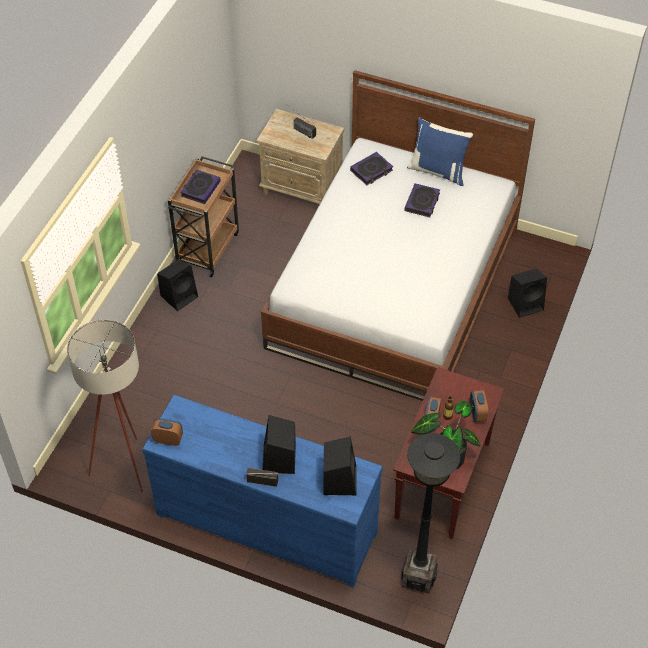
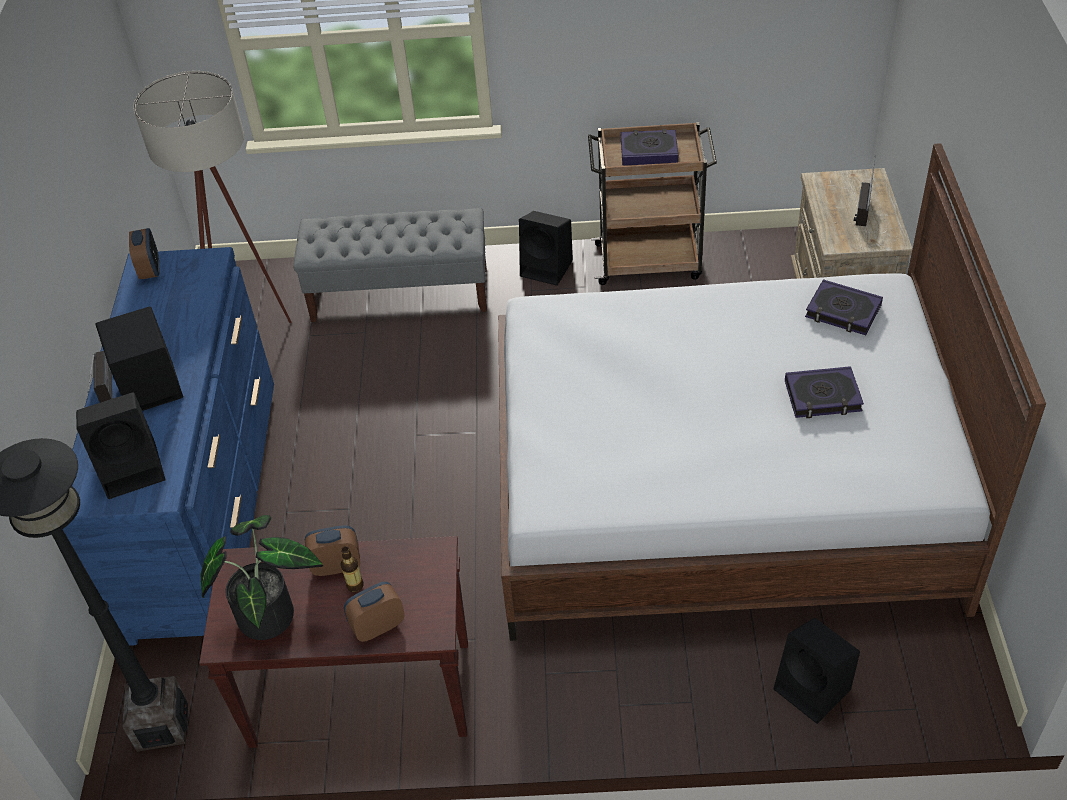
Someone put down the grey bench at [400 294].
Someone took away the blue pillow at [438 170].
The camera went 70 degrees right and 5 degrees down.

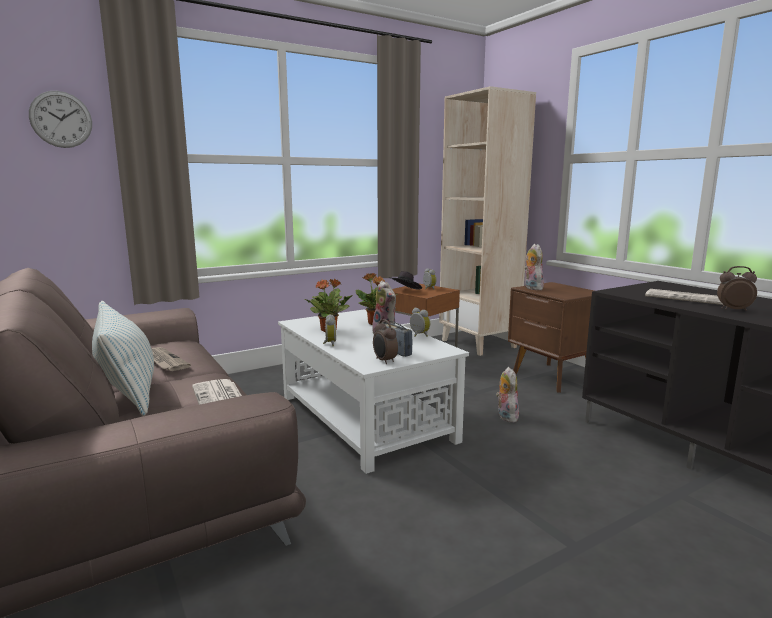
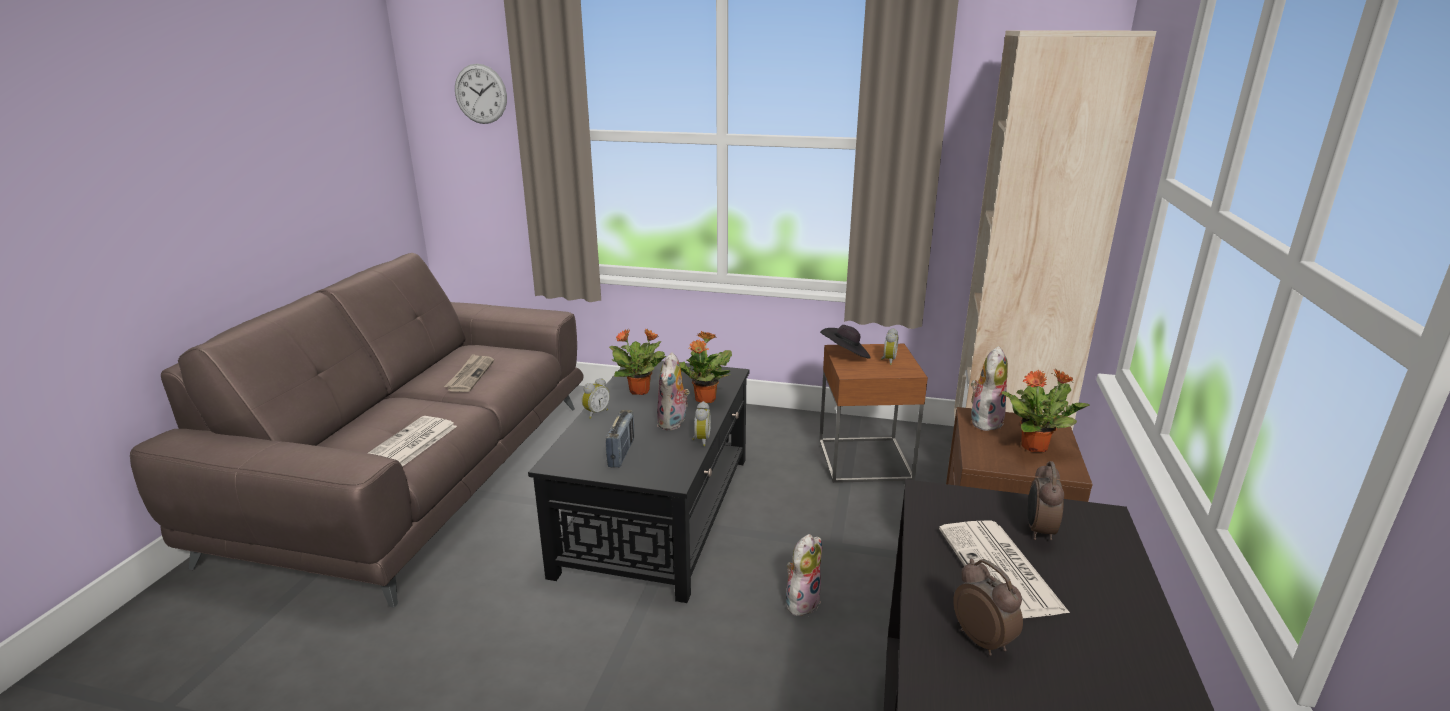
Someone repainted the white coffee table at [364 417], which became the black coffee table at [658 511].
Someone put down the potted plant at [1035 446].
Someone carried the alarm clock from [384 361] to [1038 531].
Someone took away the pillow at [128 389].
The camera went 45 degrees right and 10 degrees up.

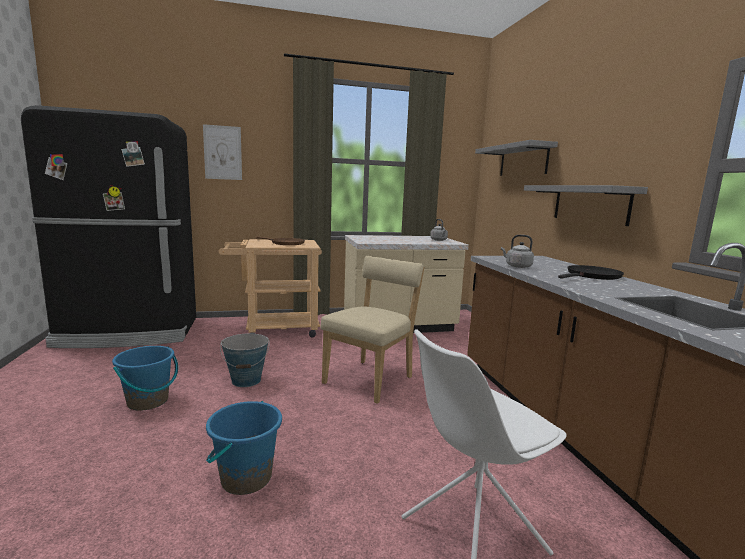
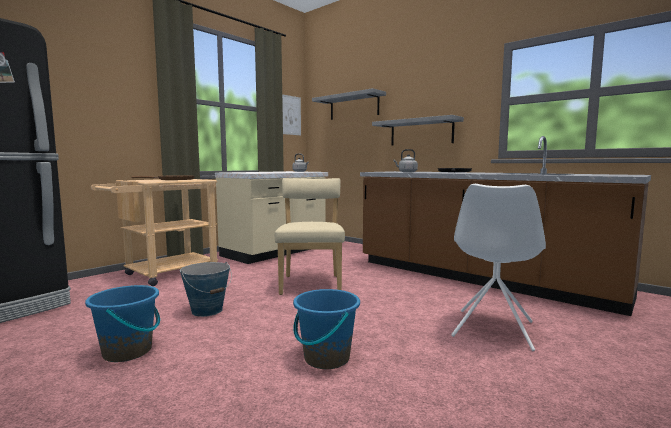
Someone carried the picture from [223 152] to [290 115].
The camera went 35 degrees left and 5 degrees down.

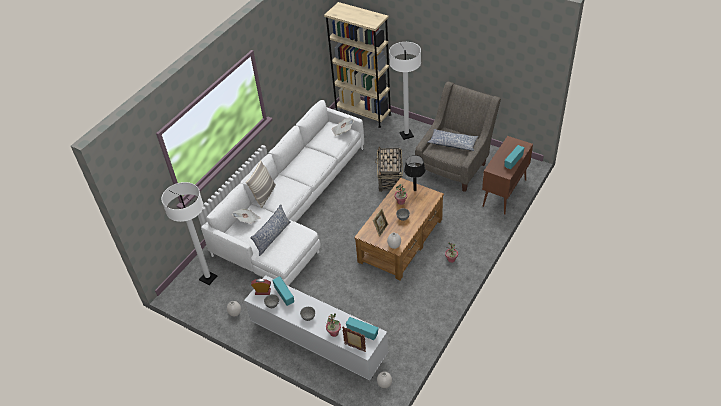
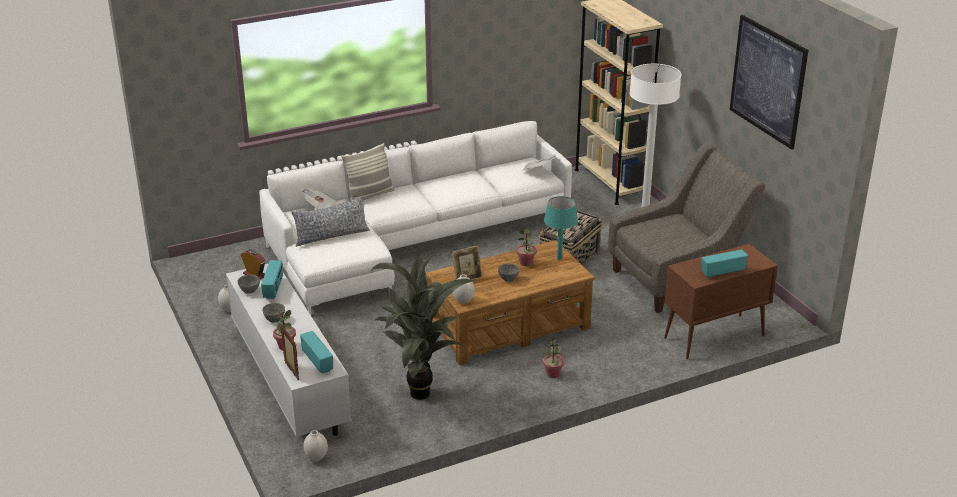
Someone put down the potted plant at [422 396].
Someone repainted the black table lamp at [415 190], which became the turquoise table lamp at [559 258].
Someone put up the picture at [768 81].
Someone took away the white floor lamp at [208 278].
Someone took away the pillow at [452 143].
The camera went 30 degrees right and 15 degrees down.

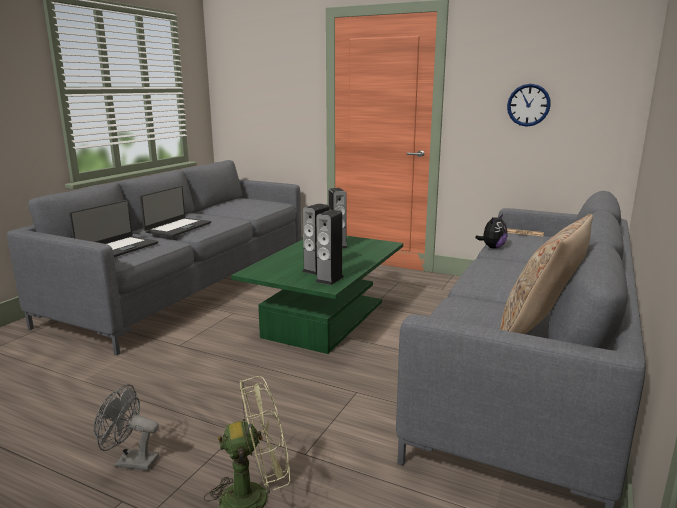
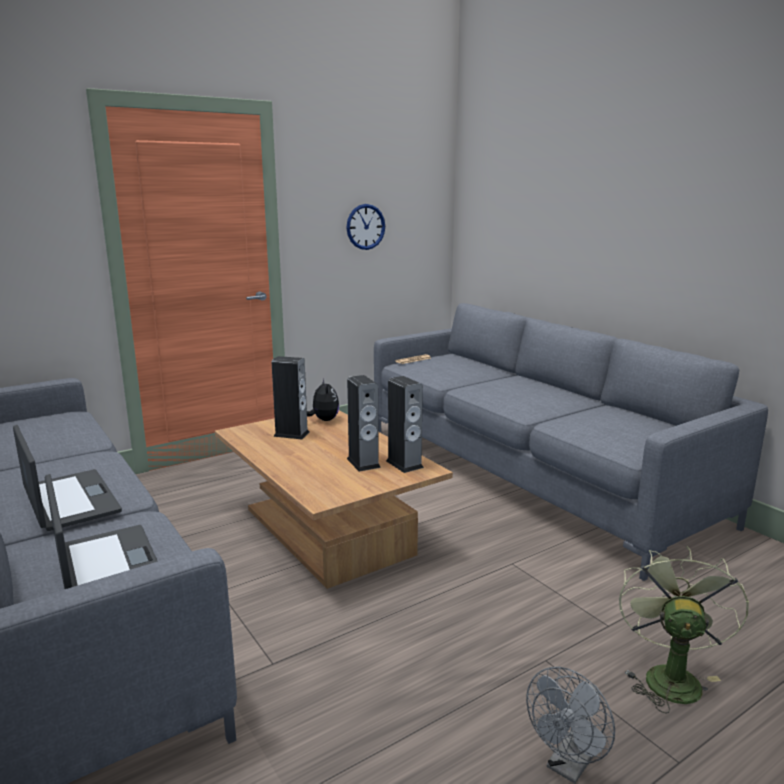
Someone repainted the green coffee table at [325 318], which became the brown coffee table at [327 531].
Someone carried the plush toy from [492 247] to [324 420].
Someone took away the beige pillow at [539 331].
The camera went 60 degrees left and 0 degrees up.

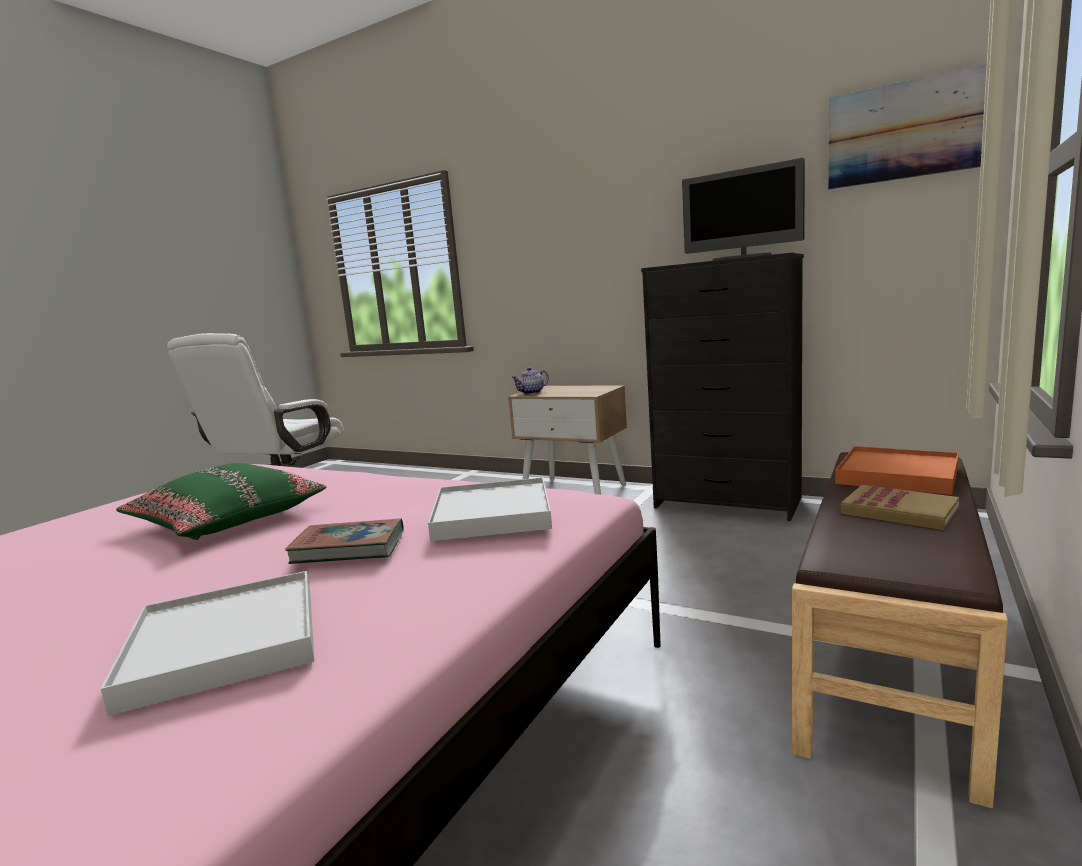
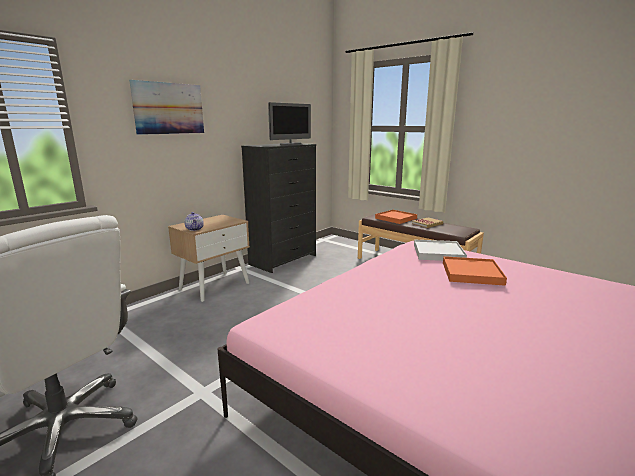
Someone carried the picture from [903 131] to [169 108].
Someone swapped the book at [349 548] for the orange tray at [472 273].
Someone took away the white tray at [226 643].
Someone took away the green pillow at [227 520].
The camera went 80 degrees left and 5 degrees up.

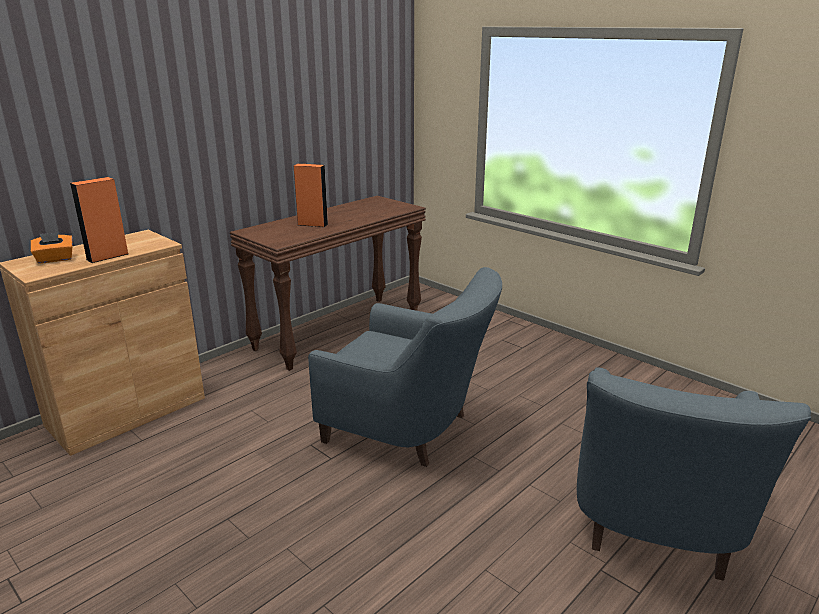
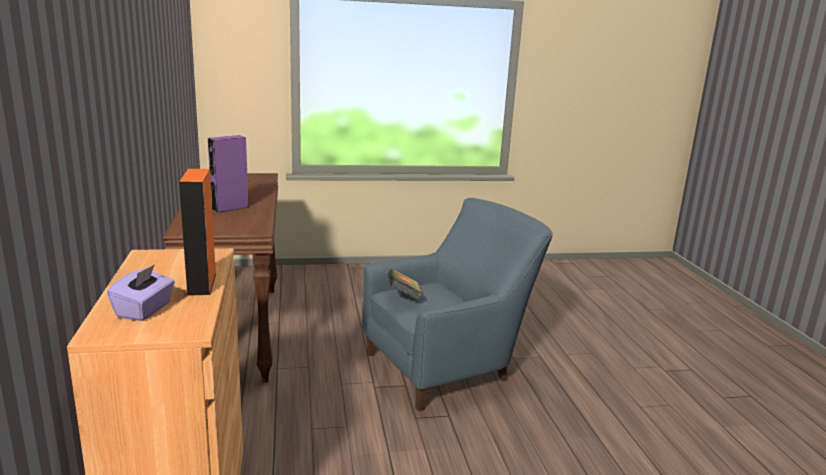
Someone repainted the orange tissue box at [55 259], which became the purple tissue box at [145 310].
Someone repainted the orange speaker at [312 224], which became the purple speaker at [230 208].
Someone put down the book at [403 297].
Someone took away the blue armchair at [655 529].
The camera went 55 degrees left and 5 degrees down.

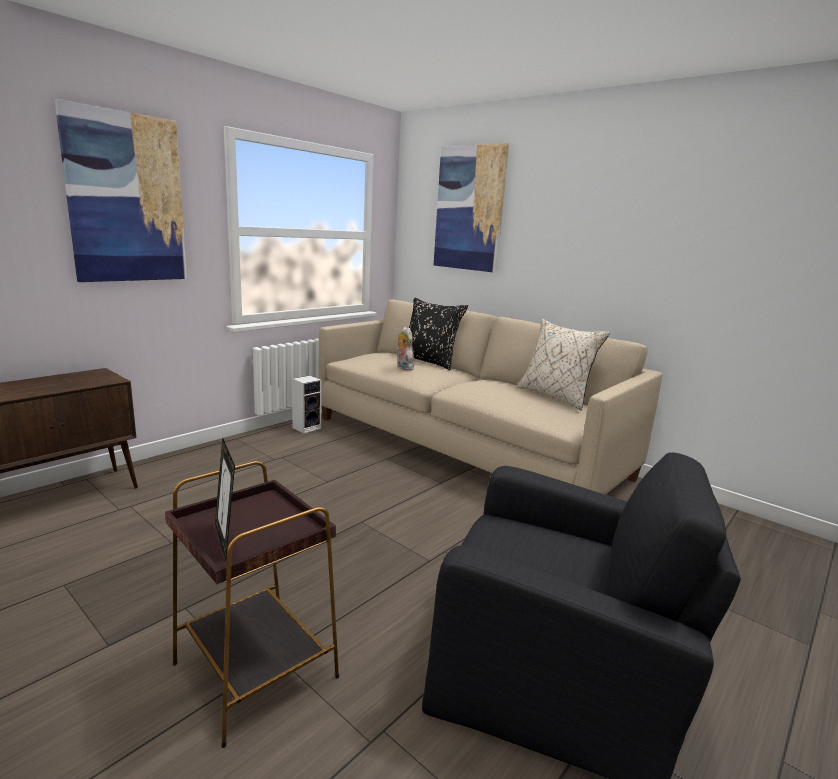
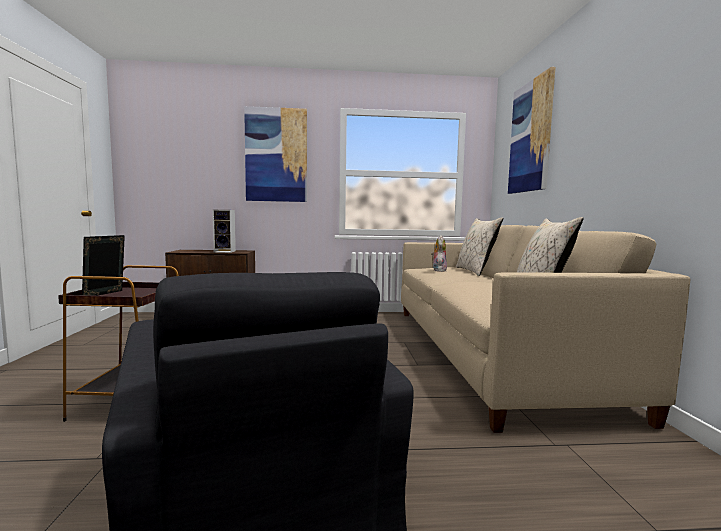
Someone carried the speaker from [307 428] to [225 251].
Someone repainted the black pillow at [429 361], which became the beige pillow at [476 271].
The camera went 45 degrees right and 10 degrees down.

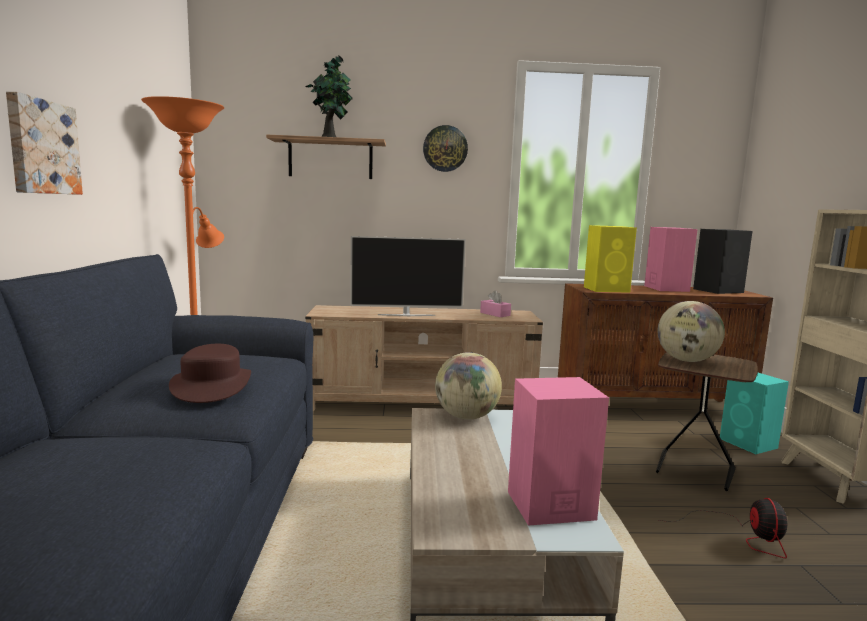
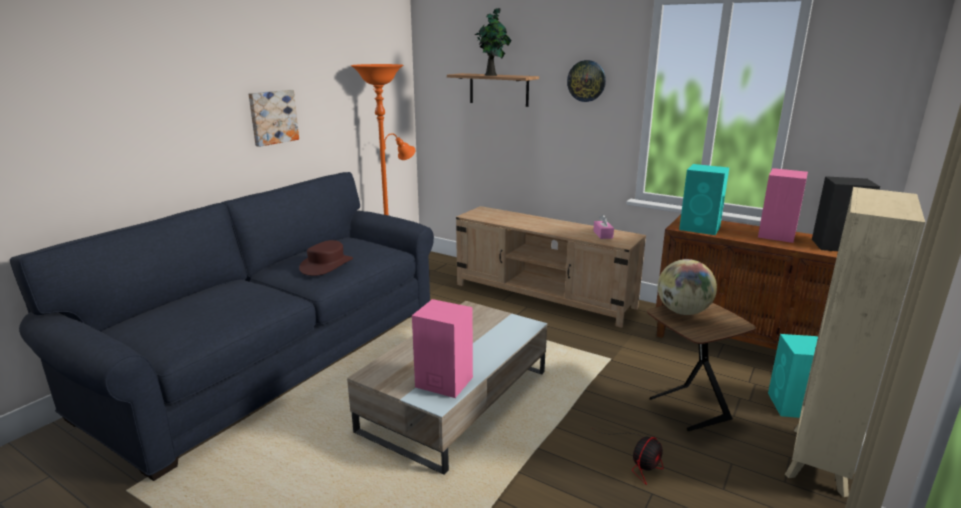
Someone repainted the yellow speaker at [607 289], which became the turquoise speaker at [701 228].
Someone took away the television at [406 315].
Someone took away the globe at [466 417].
The camera went 35 degrees right and 10 degrees up.

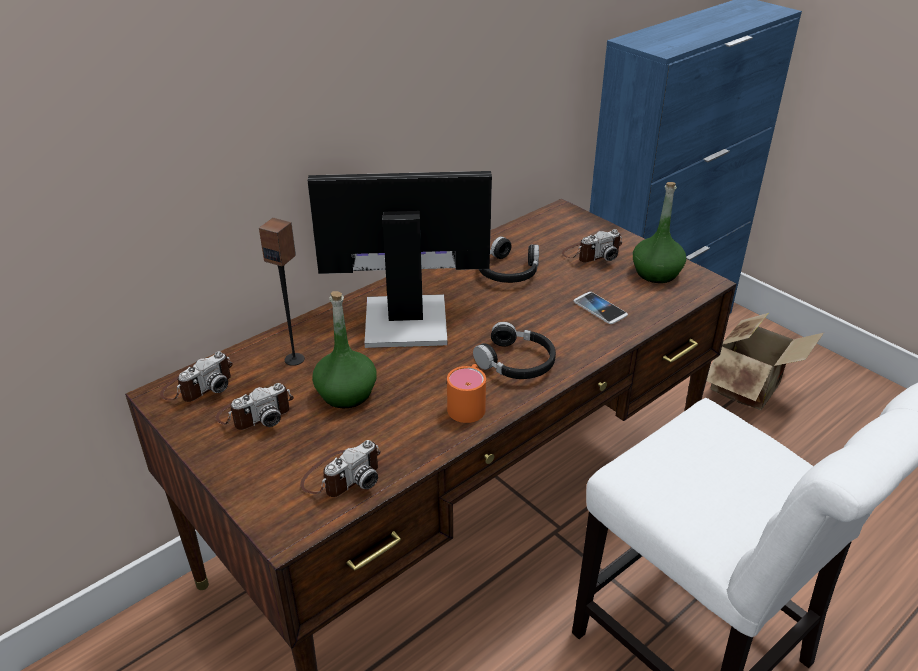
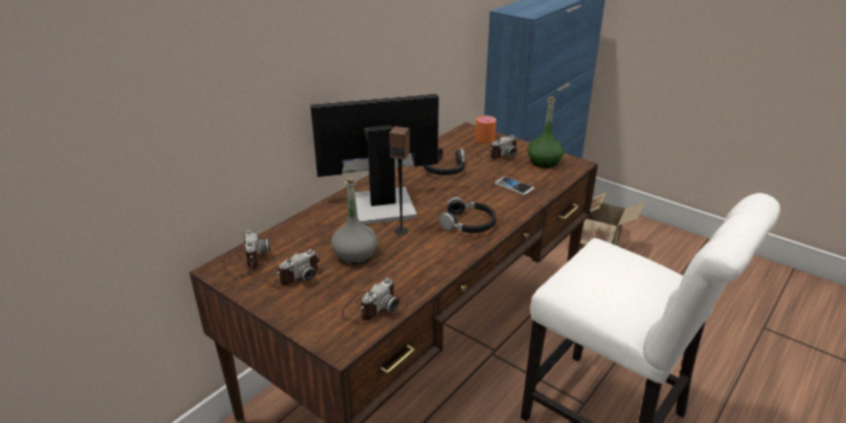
Someone rotated the photo camera at [198 385] by 45 degrees counterclockwise.
Someone repainted the green bottle at [346 393], which became the grey bottle at [355 254].
Someone carried the speaker from [294 359] to [401 230].
Someone carried the orange mug from [468 404] to [485 137].
The camera went 10 degrees left and 5 degrees down.

